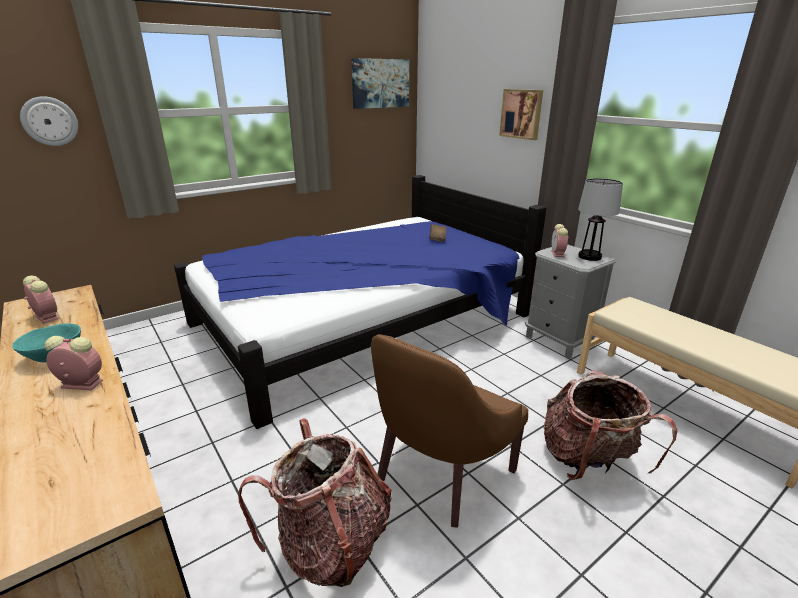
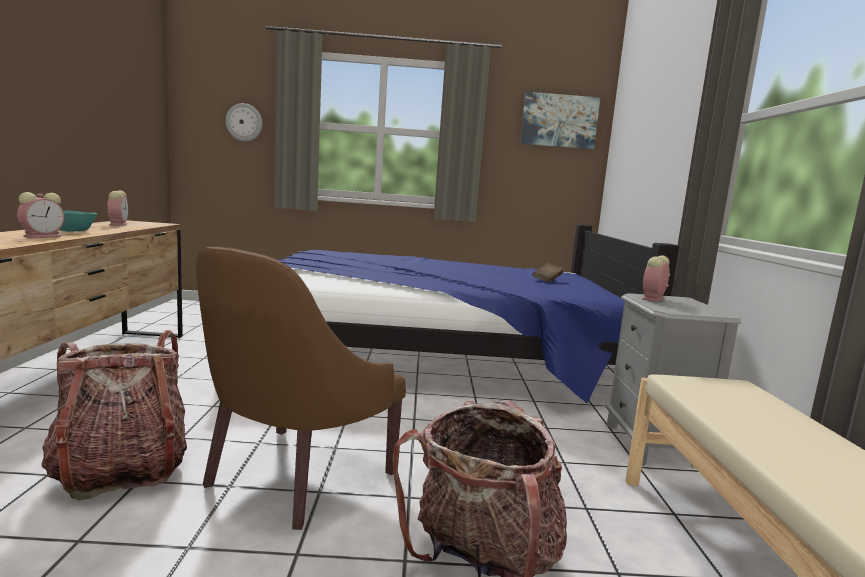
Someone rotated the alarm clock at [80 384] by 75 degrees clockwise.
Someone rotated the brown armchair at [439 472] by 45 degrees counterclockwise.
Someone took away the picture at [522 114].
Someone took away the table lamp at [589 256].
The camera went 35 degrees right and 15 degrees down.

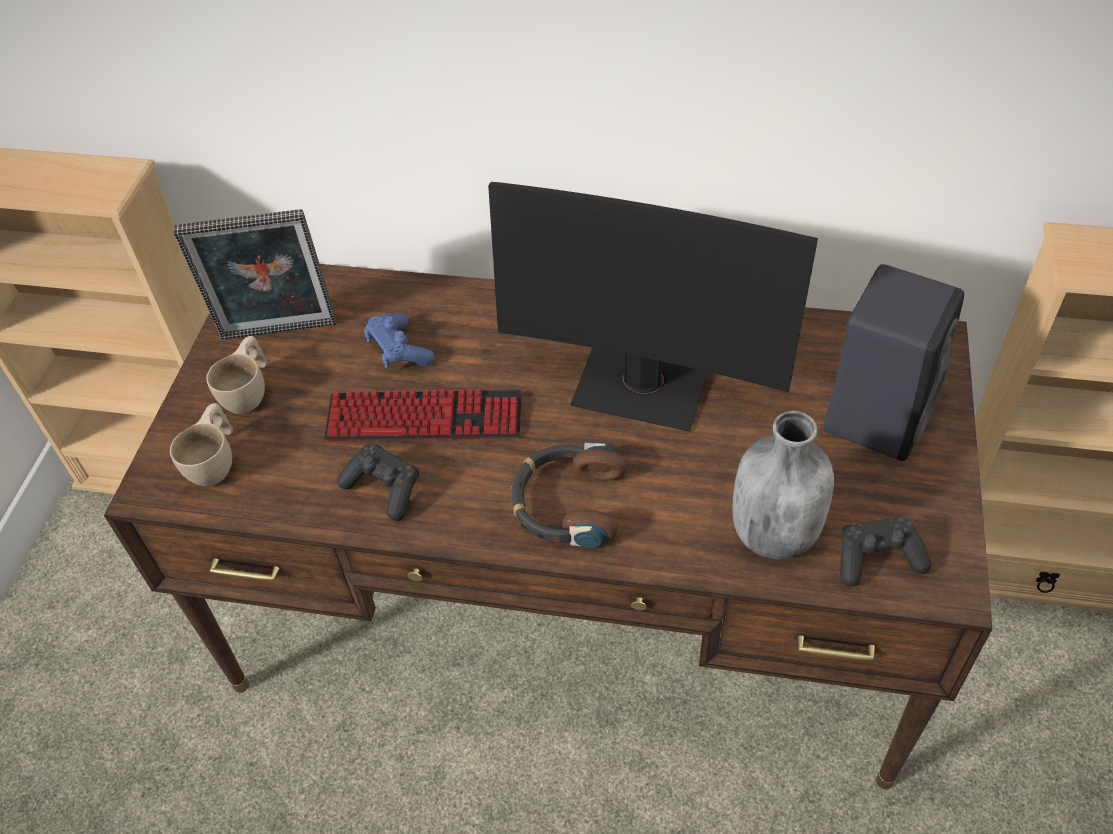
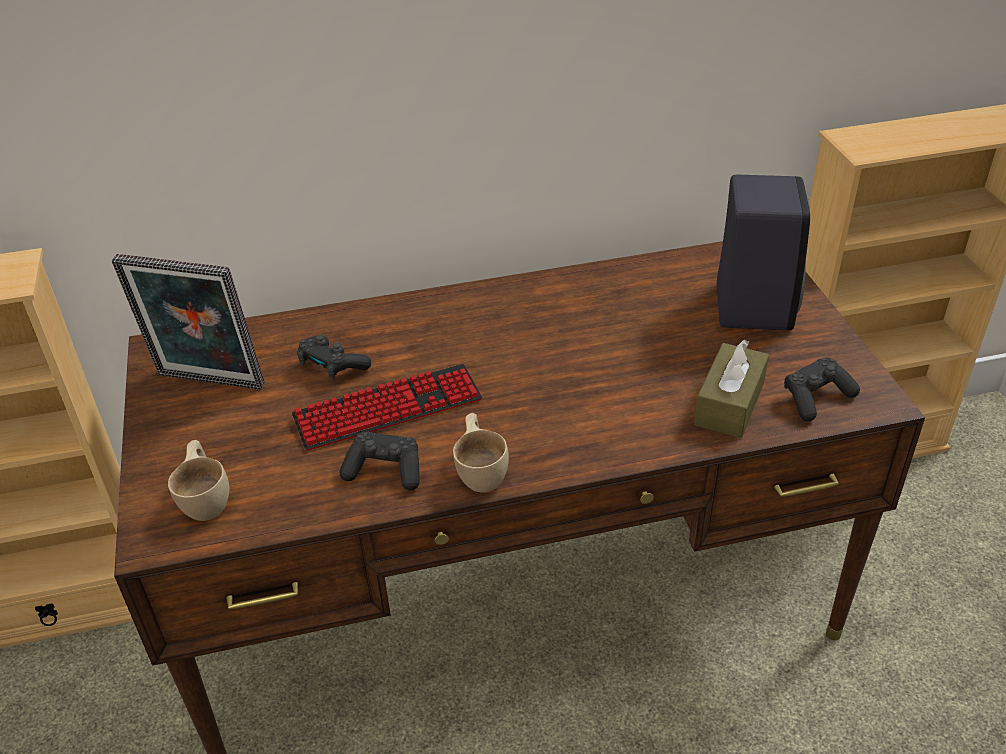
Someone rotated the picture frame at [279 334] by 45 degrees clockwise.
Someone repainted the blue game controller at [399 351], which became the black game controller at [332 366].
Someone carried the beige cup from [249 391] to [481 470].
Someone swapped the grey bottle at [774 532] for the brown tissue box at [729 404].
Someone took away the monitor at [642 385].
Someone took away the headphones at [567 503].
The camera went 25 degrees left and 10 degrees down.

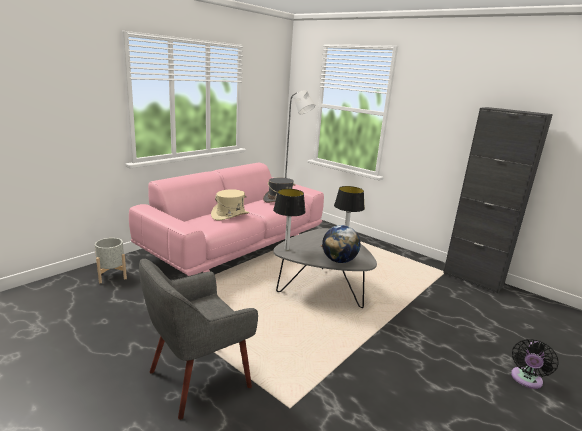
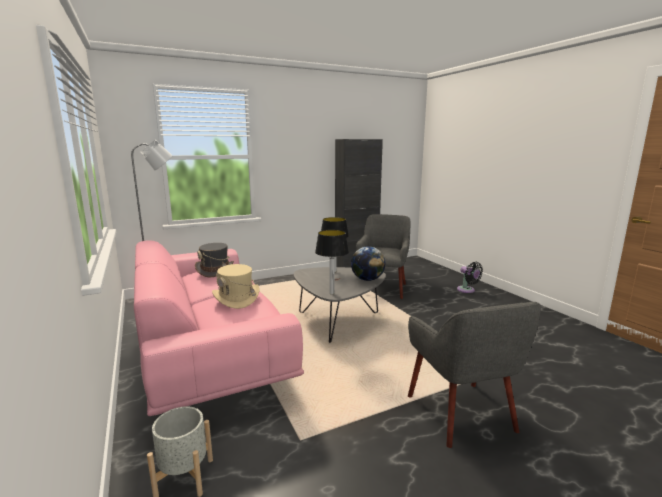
Someone put down the grey armchair at [383 288].
The camera went 65 degrees left and 5 degrees down.

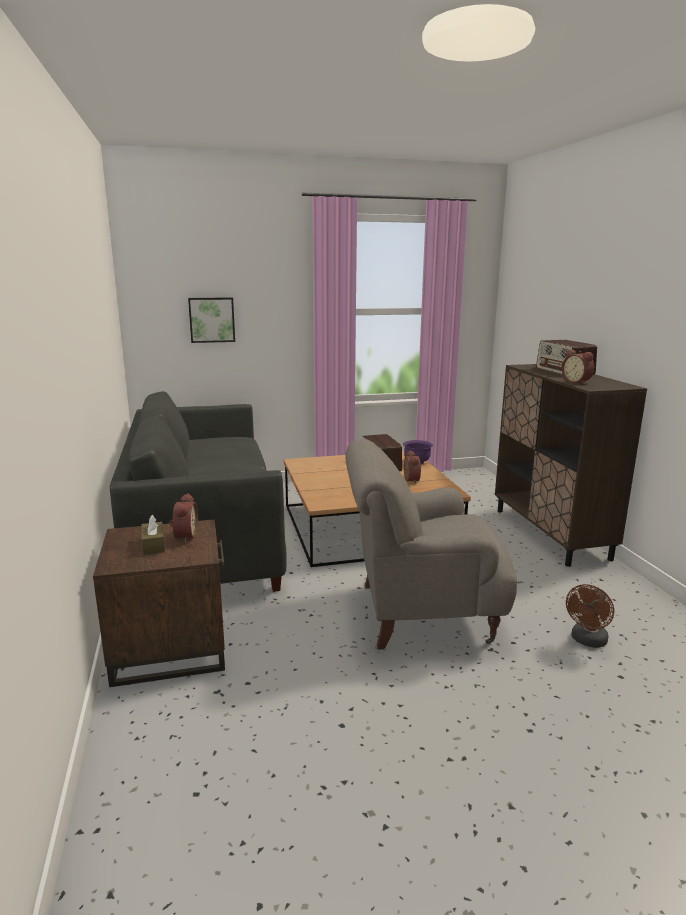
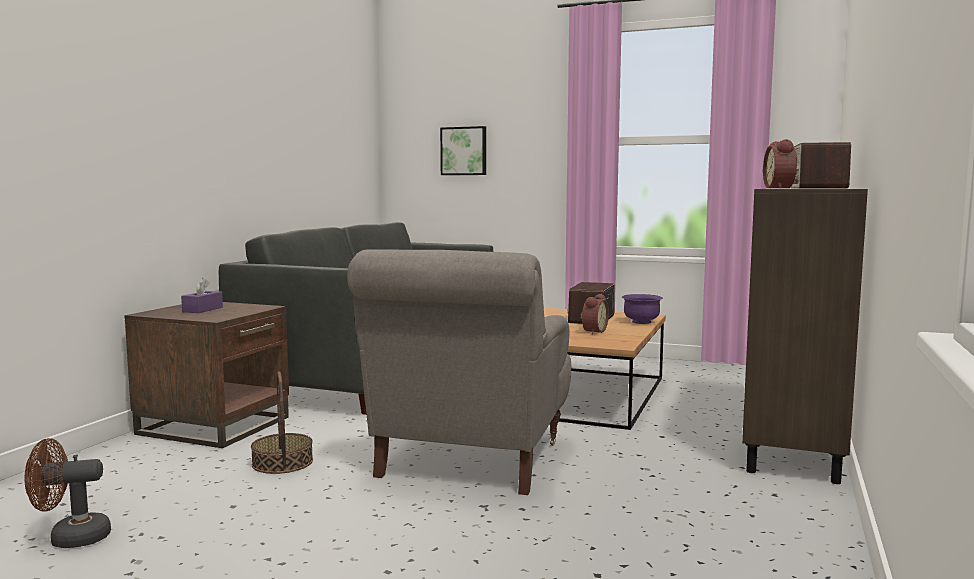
Someone carried the brown fan from [587 641] to [70 538].
Someone repainted the brown tissue box at [153 545], which became the purple tissue box at [202 309].
Someone put down the basket at [282 462].
Someone rotated the grey armchair at [420 612] by 105 degrees counterclockwise.
Someone took away the alarm clock at [184 536].
The camera went 35 degrees right and 10 degrees down.

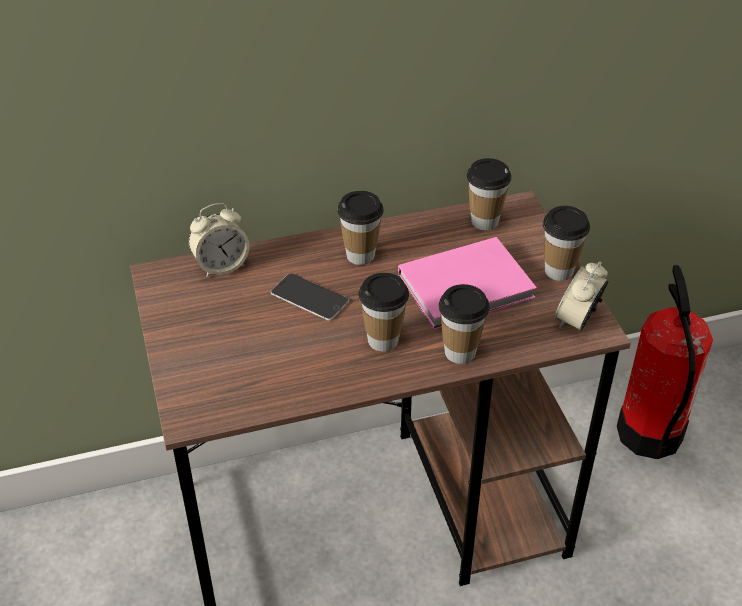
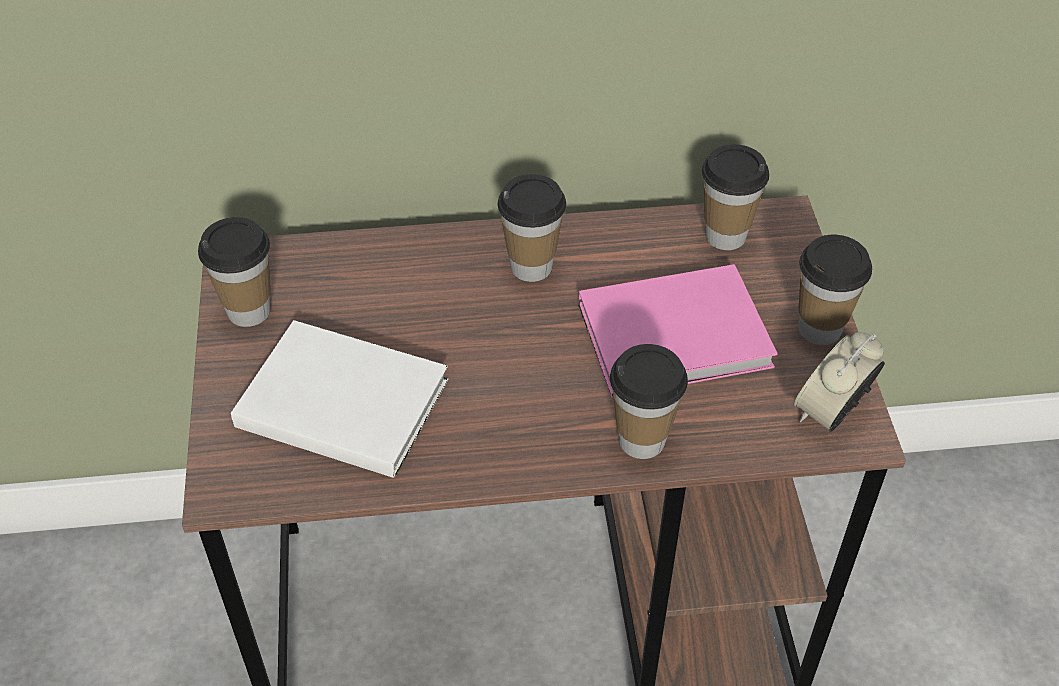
Someone carried the cup from [383 340] to [249 310].
Someone put down the white book at [339 399].
Someone took away the alarm clock at [221 265].
Someone took away the phone at [309 297].
Someone took away the fire extinguisher at [649 434].
The camera went 10 degrees right and 5 degrees up.

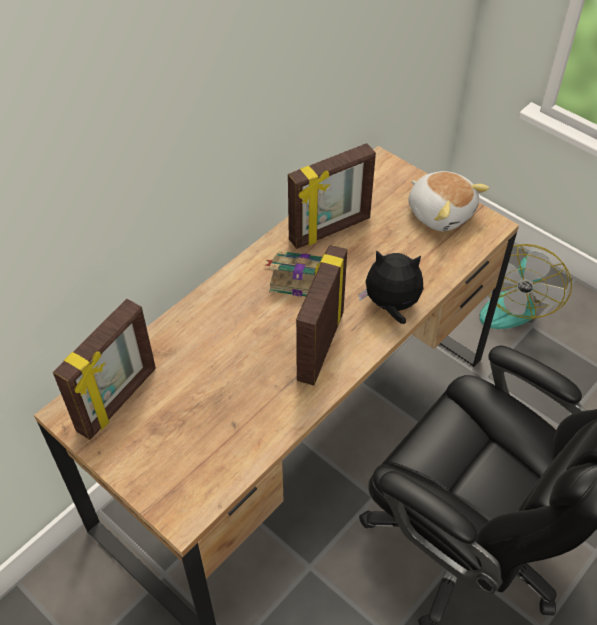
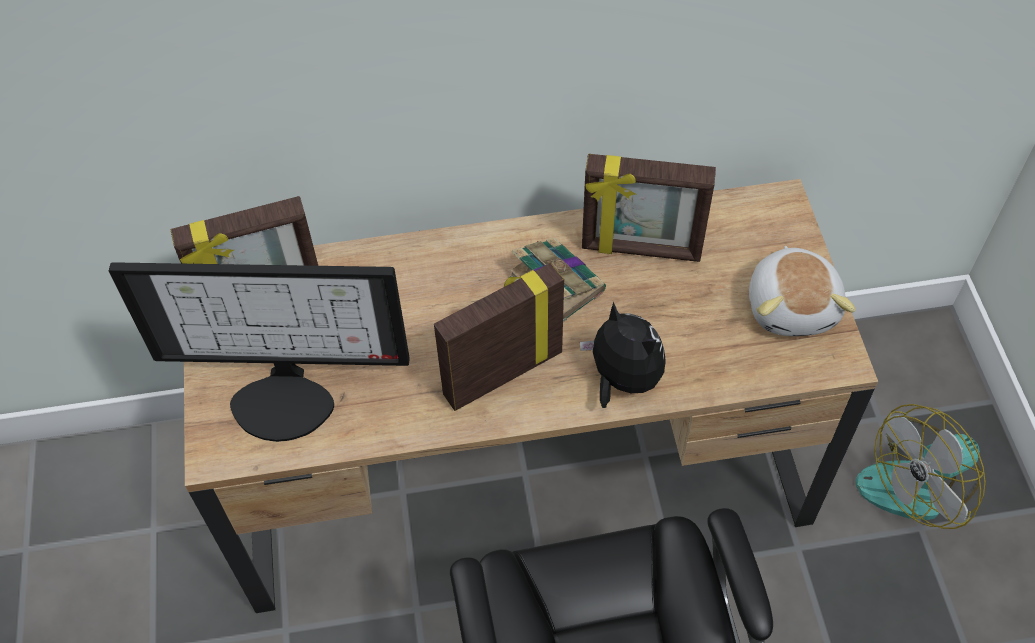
Someone put down the monitor at [285 397].
The camera went 40 degrees right and 5 degrees up.

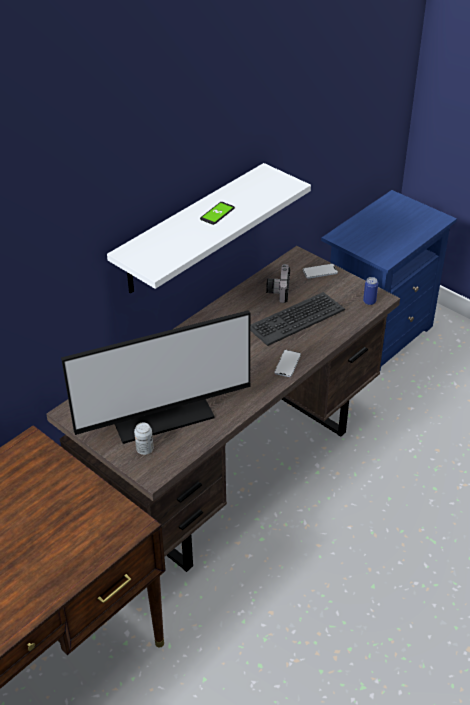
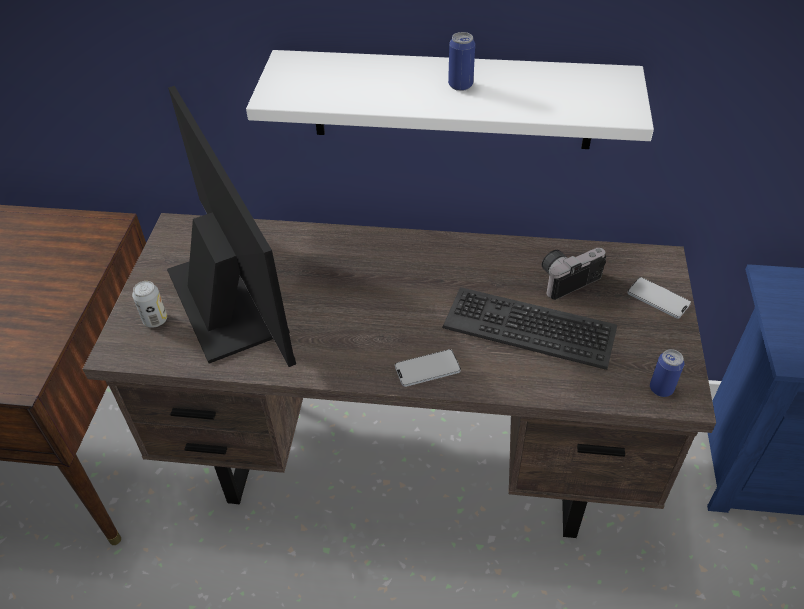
Someone rotated the monitor at [161 413] by 150 degrees counterclockwise.
Someone swapped the phone at [217 214] for the can at [460 85].
The camera went 55 degrees right and 5 degrees up.

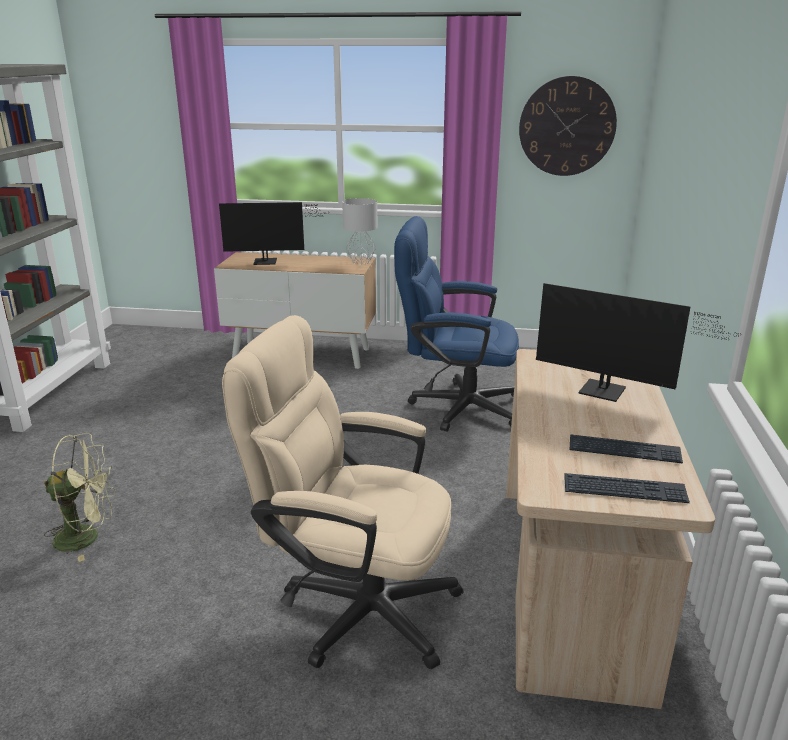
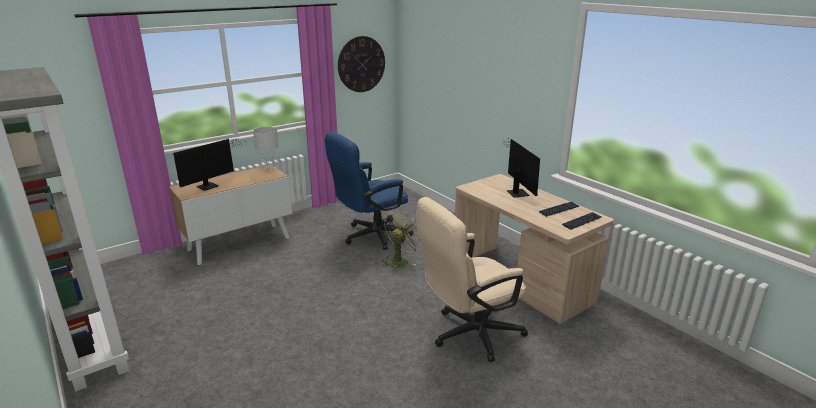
Someone carried the green fan from [87 537] to [400 260].
Someone rotated the monitor at [608 392] by 90 degrees counterclockwise.
The camera went 45 degrees left and 0 degrees up.

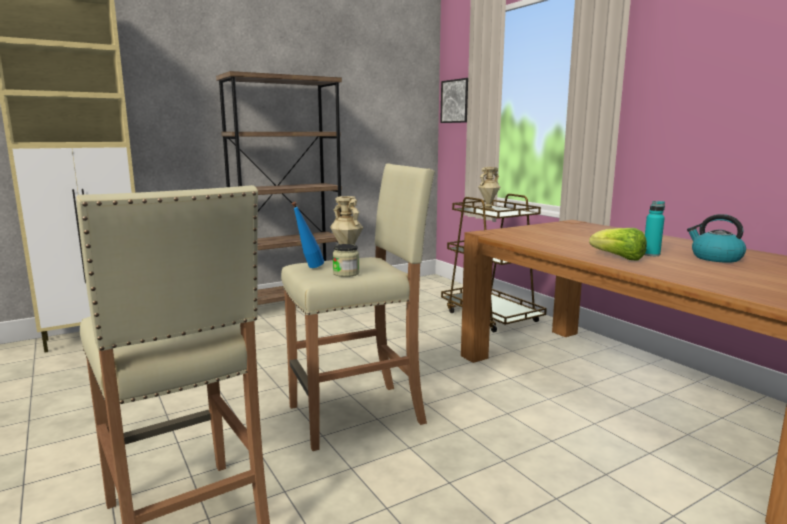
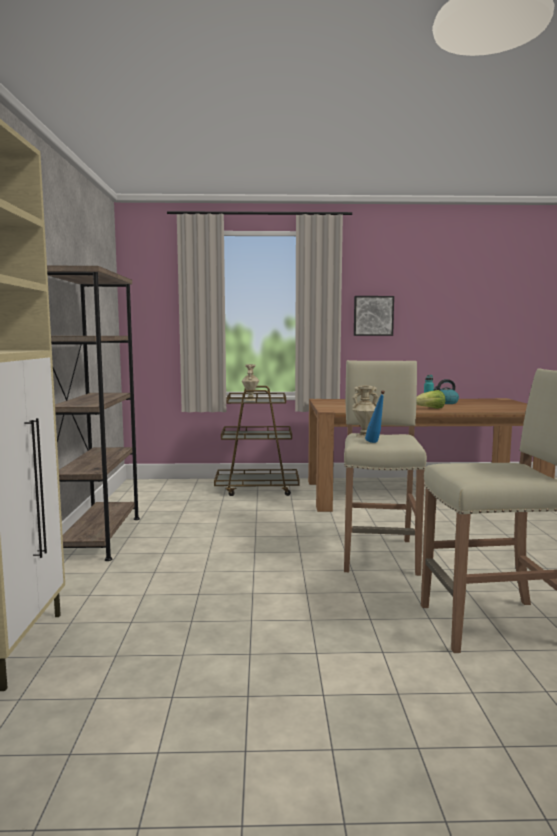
Someone carried the picture from [457 101] to [373 316].
Someone took away the jar at [346 273].
The camera went 60 degrees left and 5 degrees down.

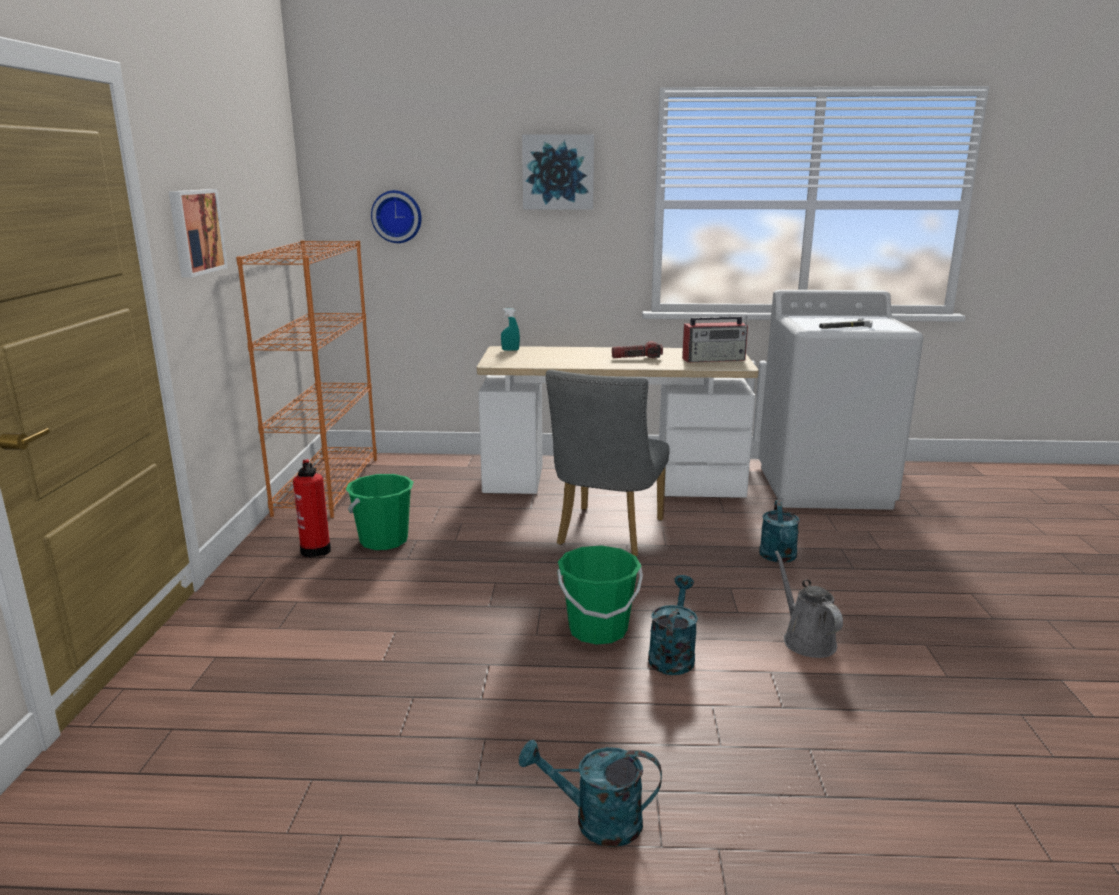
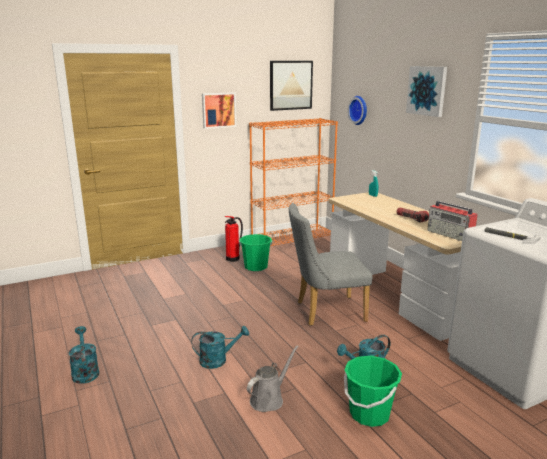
Someone put up the picture at [291 85].
Someone carried the green bucket from [598 630] to [369 414].
The camera went 60 degrees right and 0 degrees up.

